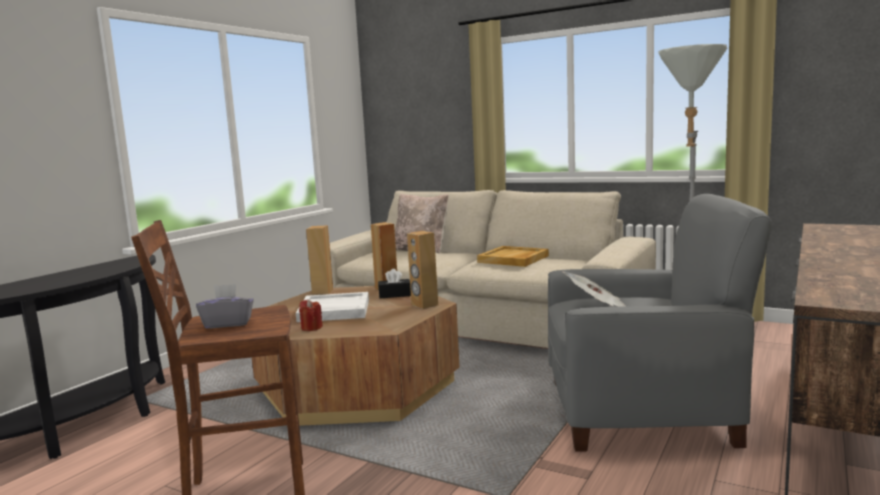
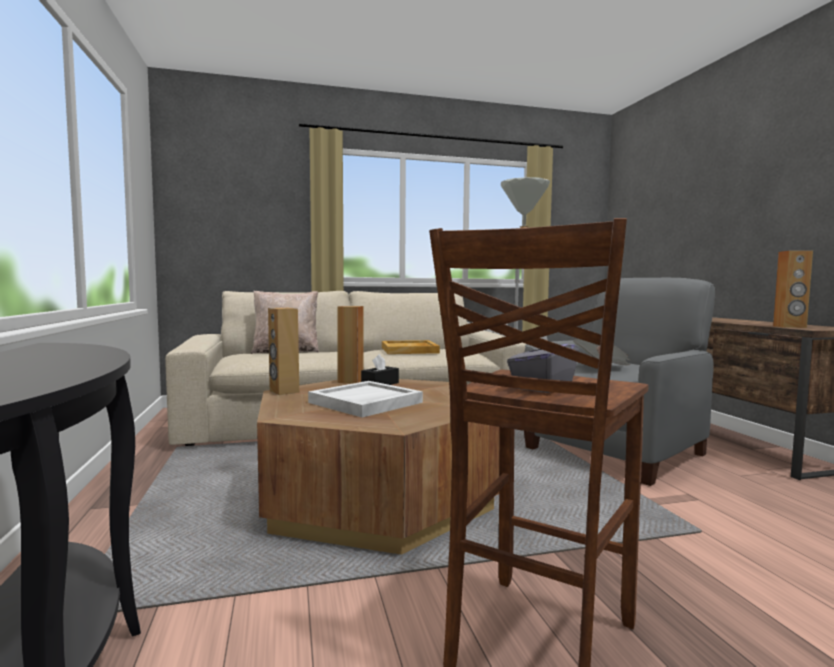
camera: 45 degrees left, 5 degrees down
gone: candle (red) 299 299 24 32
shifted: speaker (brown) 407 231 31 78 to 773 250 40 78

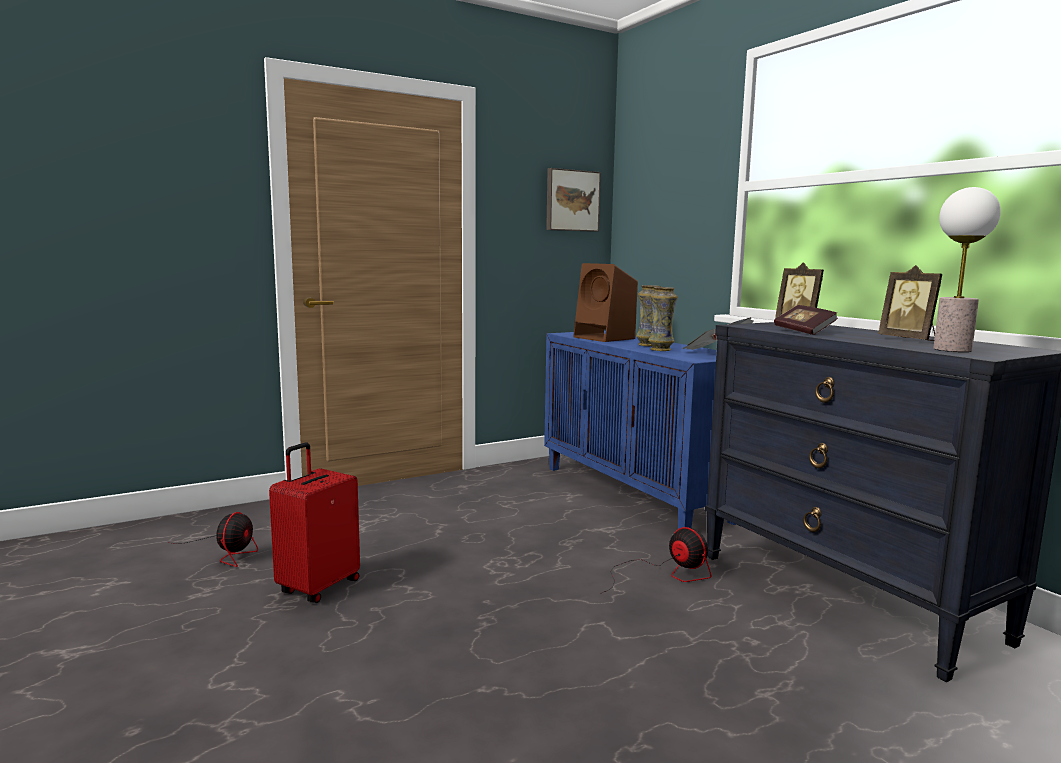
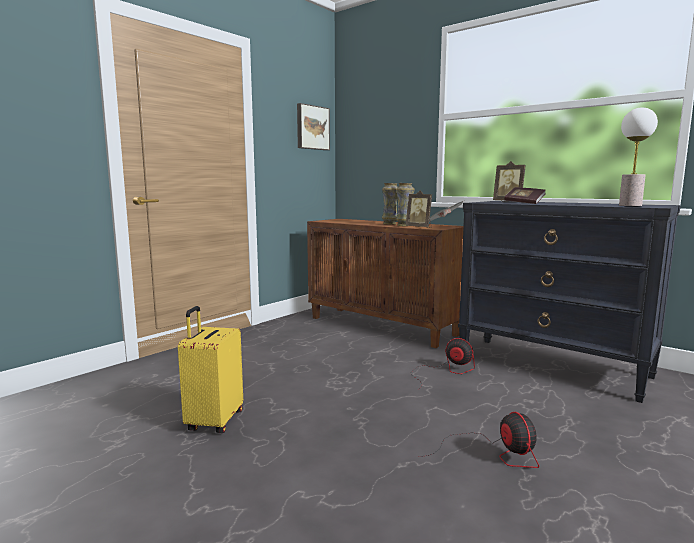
camera: 20 degrees left, 0 degrees up
gone: speaker (brown) 573 263 65 79
shifted: picture frame 878 265 64 76 to 406 191 26 37; fan 167 512 91 55 to 418 412 121 56
repainted: suitcase (red) 269 443 91 160 to suitcase (yellow) 178 306 65 127; cabinet (blue) 544 331 192 198 to cabinet (brown) 307 219 156 129

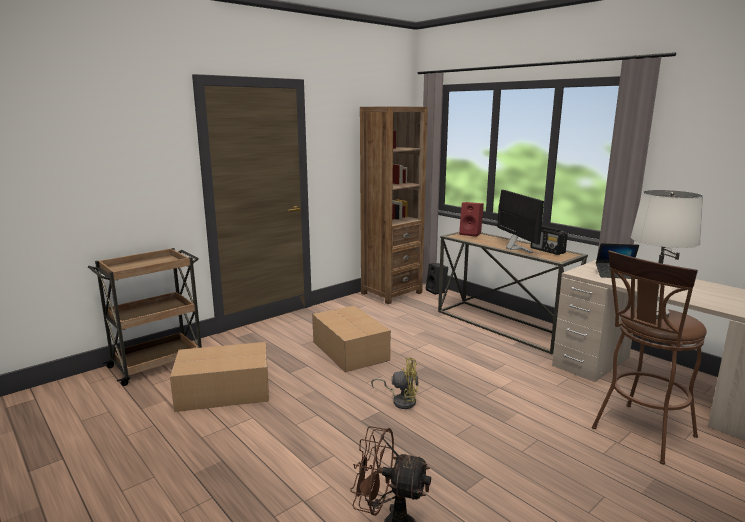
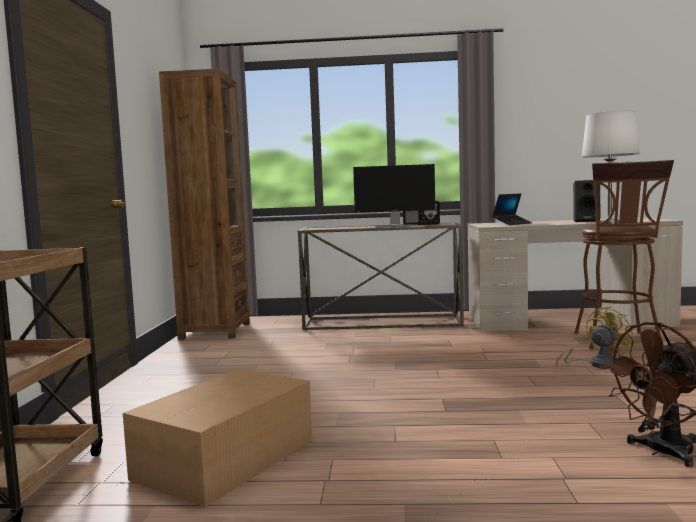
camera: 45 degrees left, 10 degrees down
gone: cardboard box 312 306 79 67; speaker (red) 459 202 25 35
shifted: fan (yellow) 371 357 48 52 to 556 306 79 63; speaker (black) 426 263 22 32 to 573 180 28 42
rotated: monitor 497 190 47 63 = 353 164 82 63 150 degrees clockwise

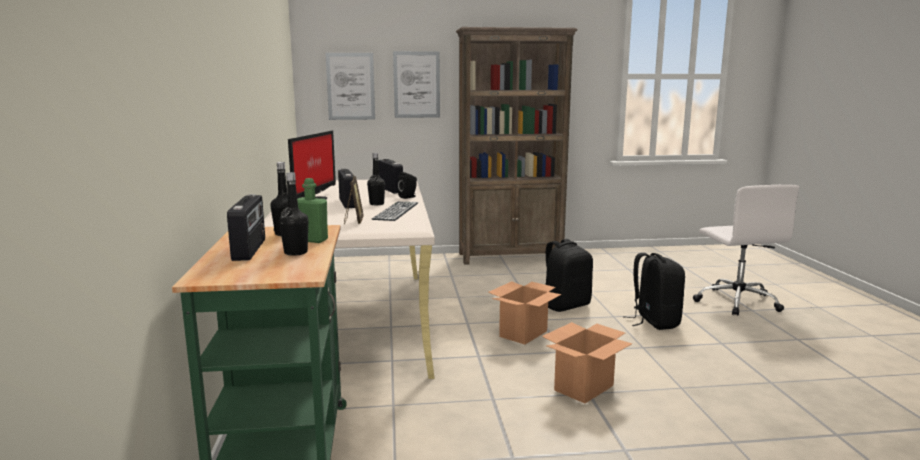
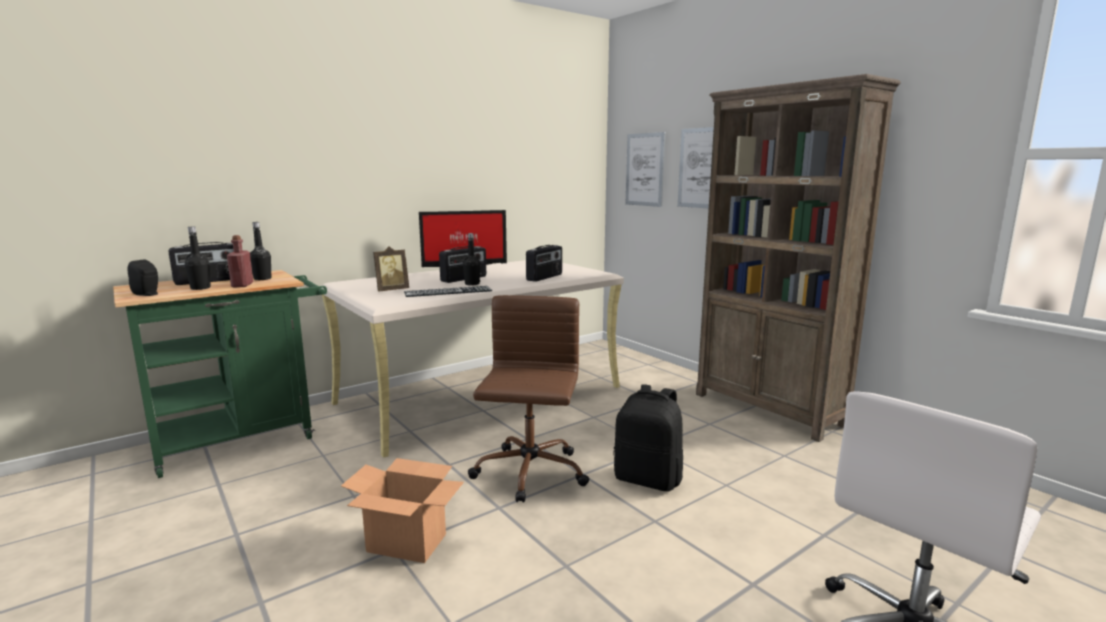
camera: 60 degrees right, 0 degrees up
gone: backpack (black) 623 253 62 77
shifted: speaker (black) 398 172 19 27 to 128 259 30 37
swapped: cardboard box 488 281 74 64 to office chair (brown) 468 295 121 208
repainted: bottle (green) 297 178 31 65 to bottle (red) 227 235 26 52

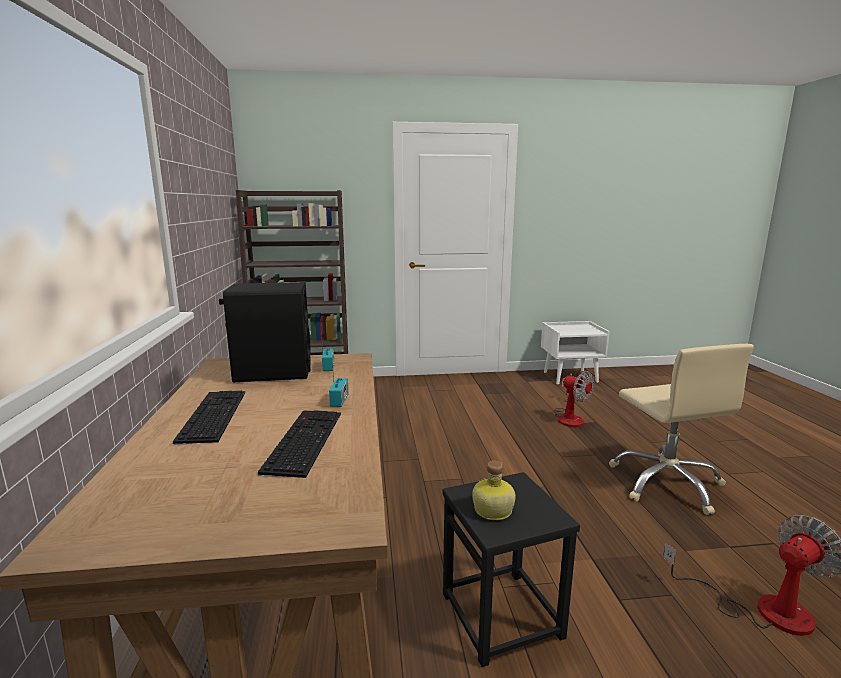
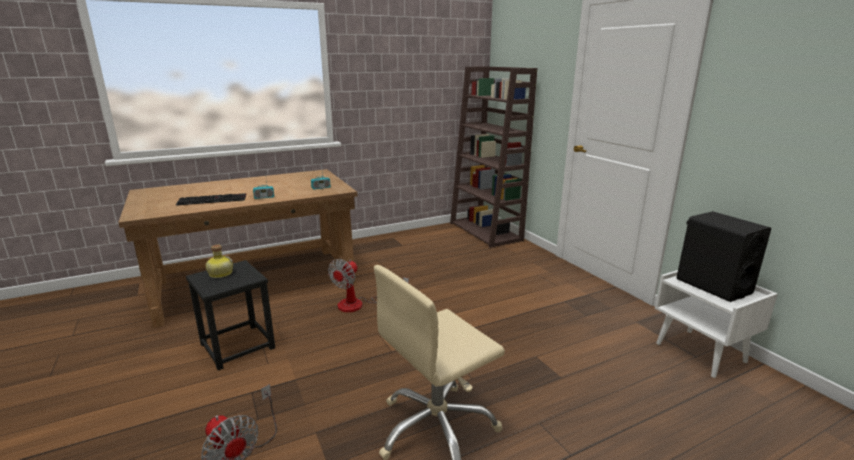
camera: 70 degrees right, 5 degrees up
gone: keyboard 173 391 72 54
shifted: fan 555 371 39 56 to 328 259 81 53; speaker (black) 219 282 92 100 to 676 211 95 91

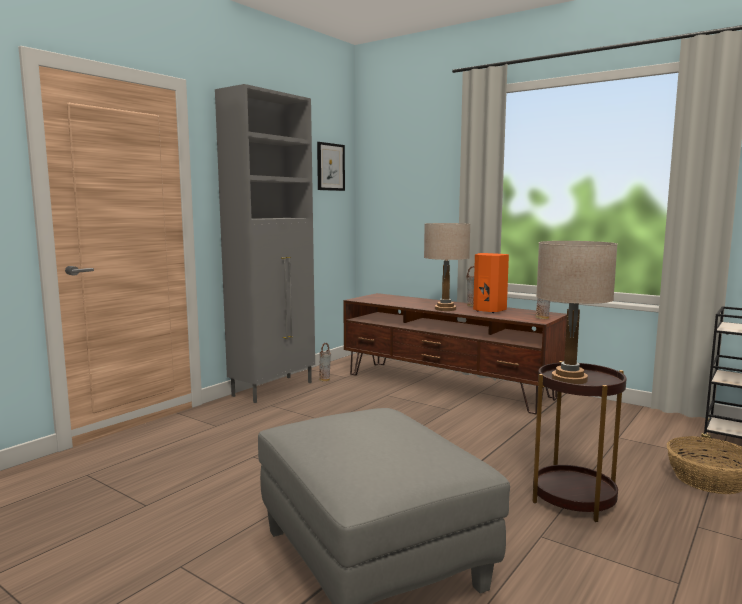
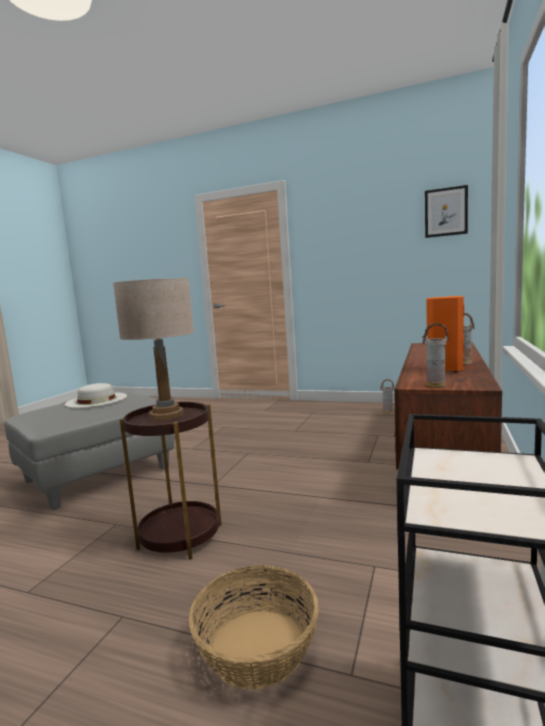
camera: 75 degrees right, 0 degrees up
gone: cabinet (grey) 215 84 100 319; table lamp (beige) 424 223 46 88
new: hat (white) 65 383 62 25

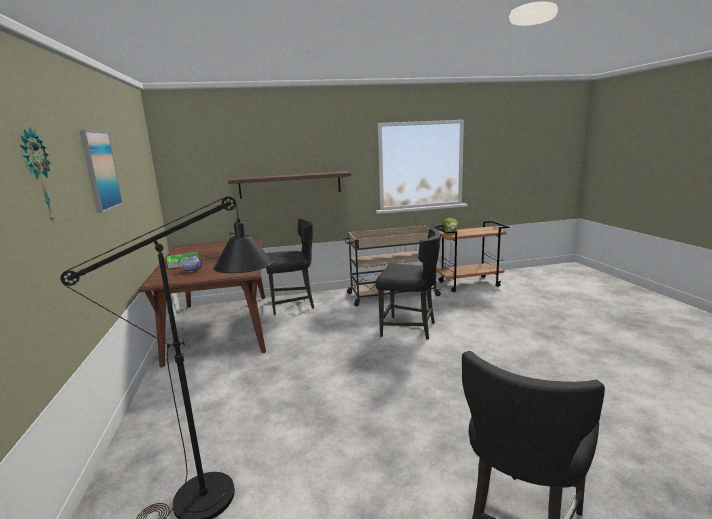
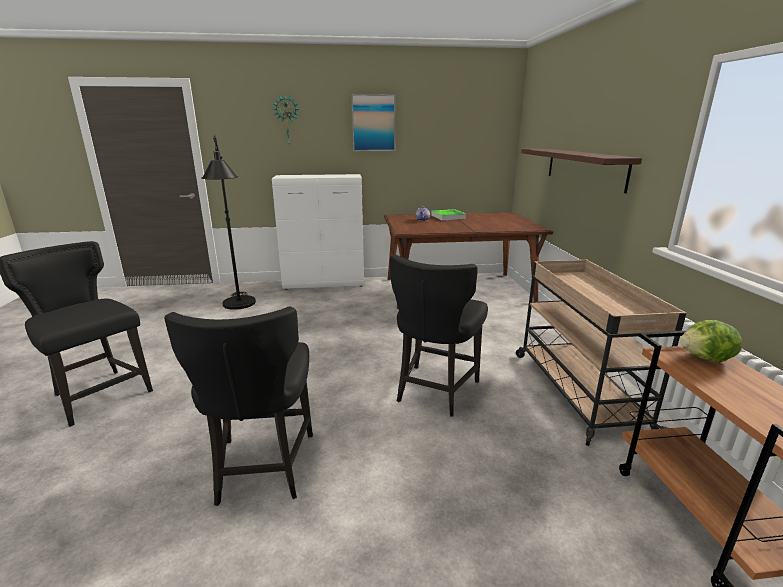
camera: 95 degrees right, 5 degrees up
new: cabinet (white) 272 174 92 116
shifted: chair (black) 266 219 48 96 to 164 306 149 200

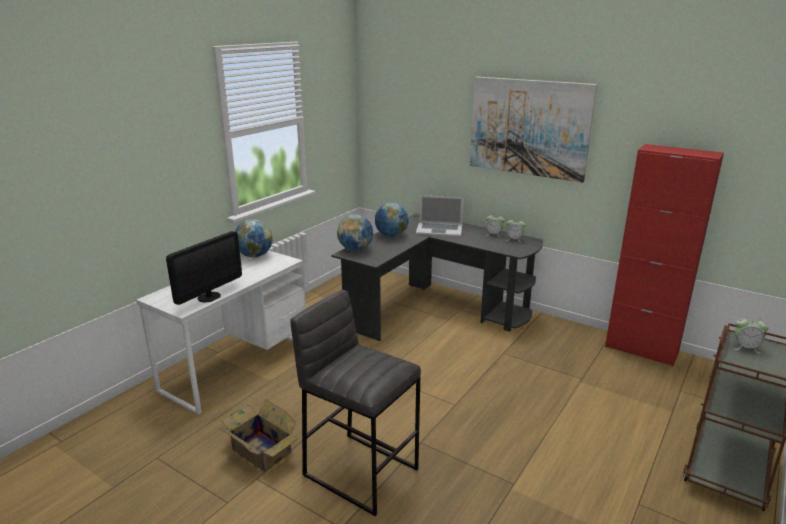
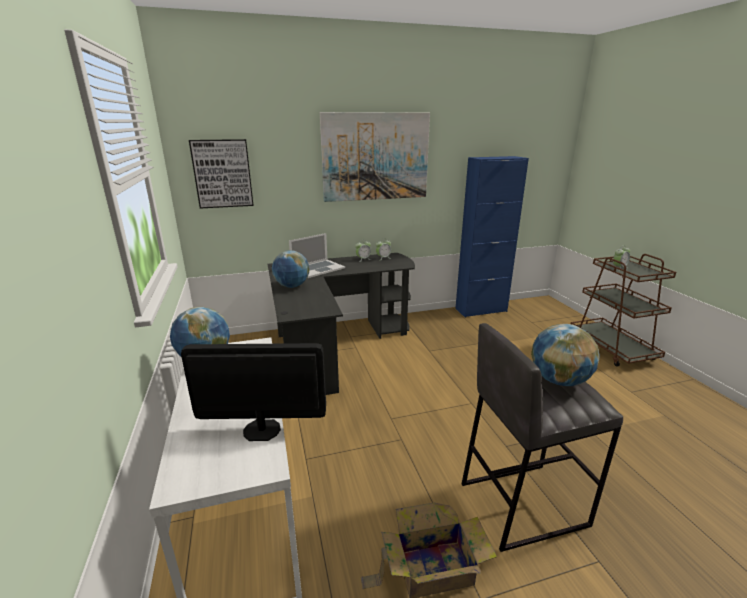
camera: 50 degrees left, 0 degrees up
new: picture 189 139 65 70
shifted: globe 337 214 36 37 to 531 324 69 62
repainted: cabinet (red) 605 144 119 223 to cabinet (blue) 455 156 74 161
rotated: monitor 166 231 76 74 = 181 343 145 98 75 degrees counterclockwise

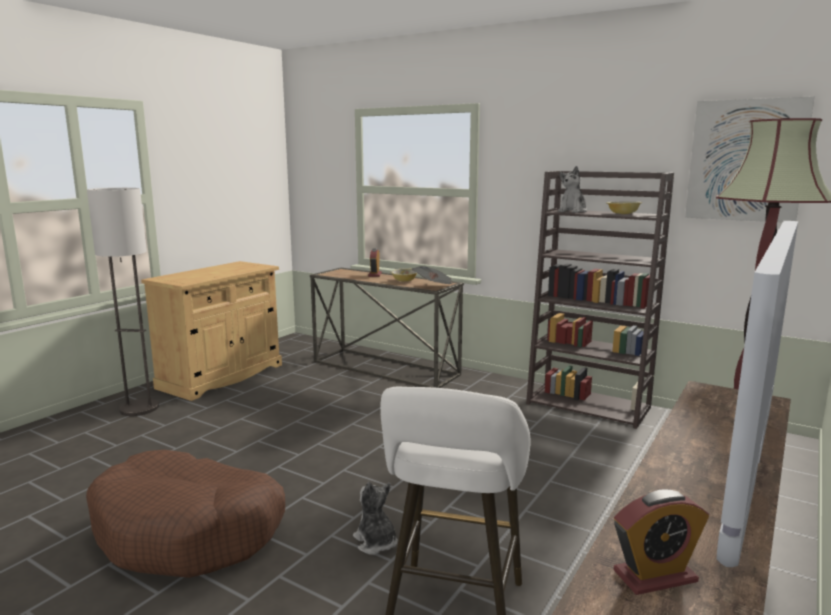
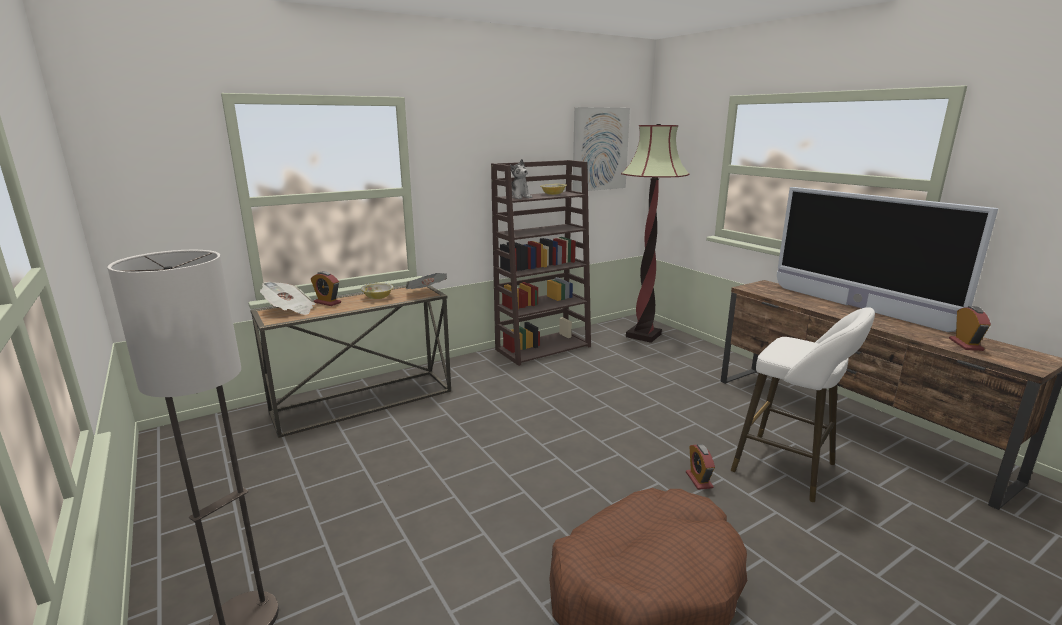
camera: 65 degrees left, 5 degrees up
gone: cabinet (beige) 141 261 141 140
new: newspaper 260 282 55 33
swapped: plush toy 353 482 45 73 to alarm clock 686 444 29 46

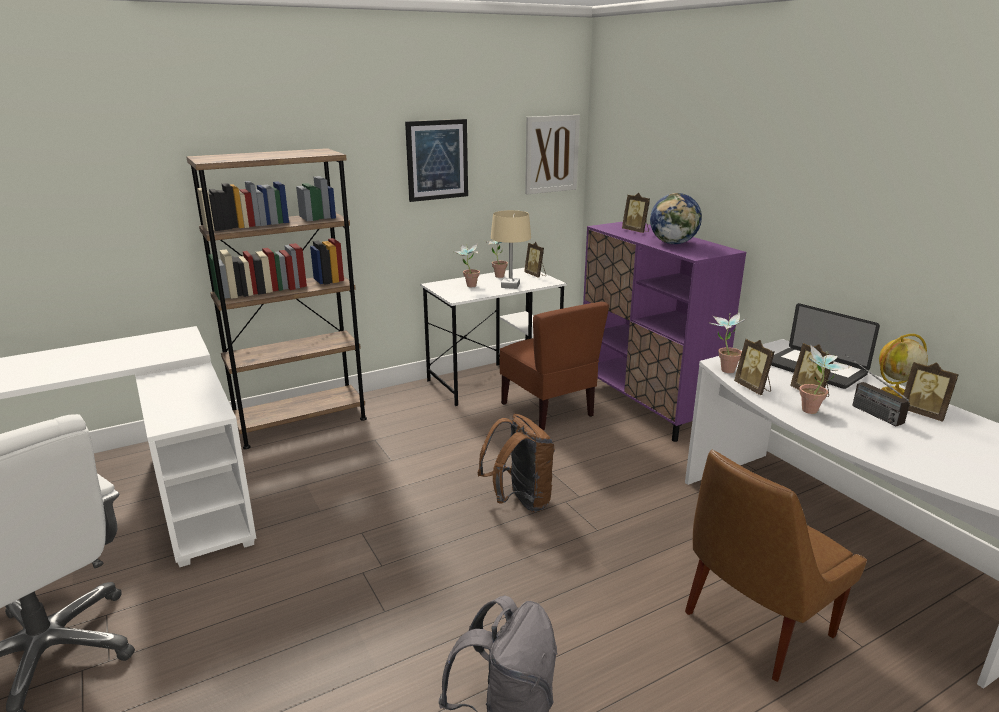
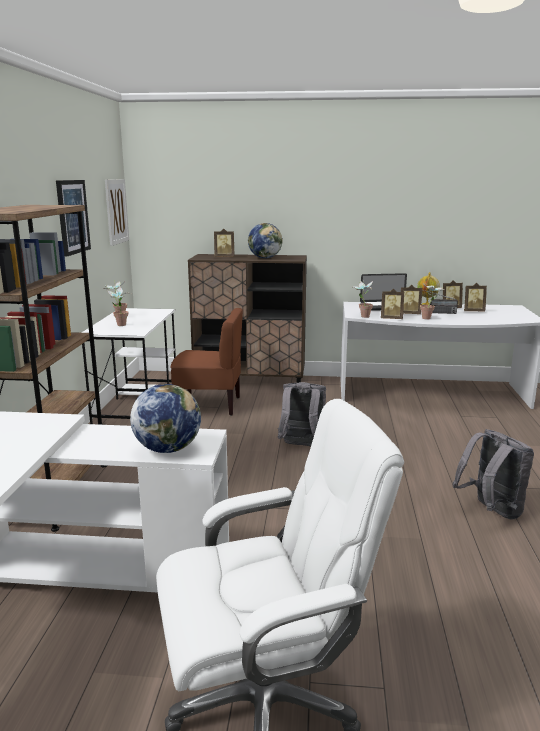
camera: 55 degrees left, 5 degrees down
gone: table lamp (beige) 491 210 40 79; chair (brown) 685 450 182 232
new: globe 130 384 71 69
shifted: picture frame 524 242 22 36 to 464 283 23 28
repainted: cabinet (purple) 583 222 163 220 to cabinet (brown) 188 254 119 129; backpack (brown) 477 414 78 98 to backpack (grey) 278 382 48 64

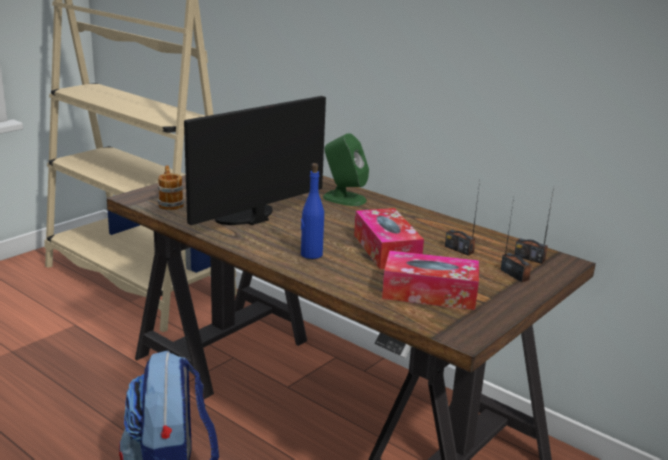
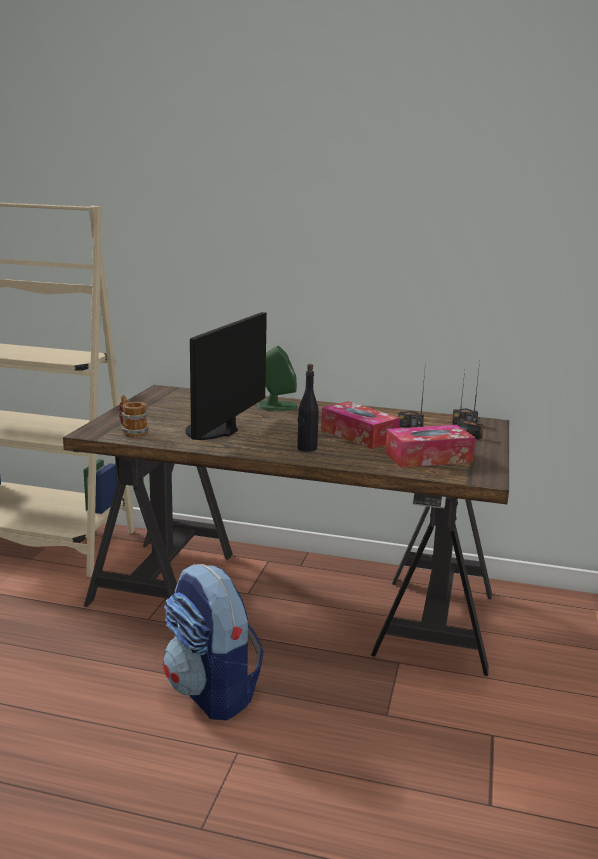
camera: 25 degrees left, 5 degrees down
repainted: bottle (blue) 301 163 23 96 to bottle (black) 297 364 22 88

